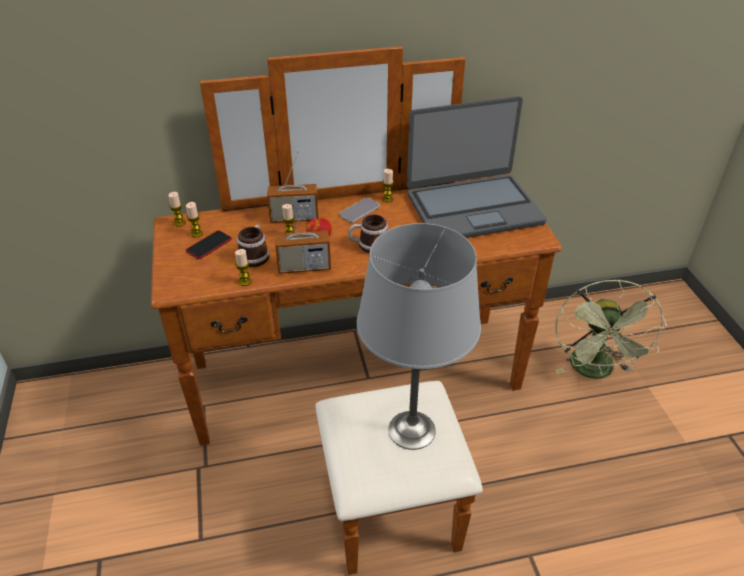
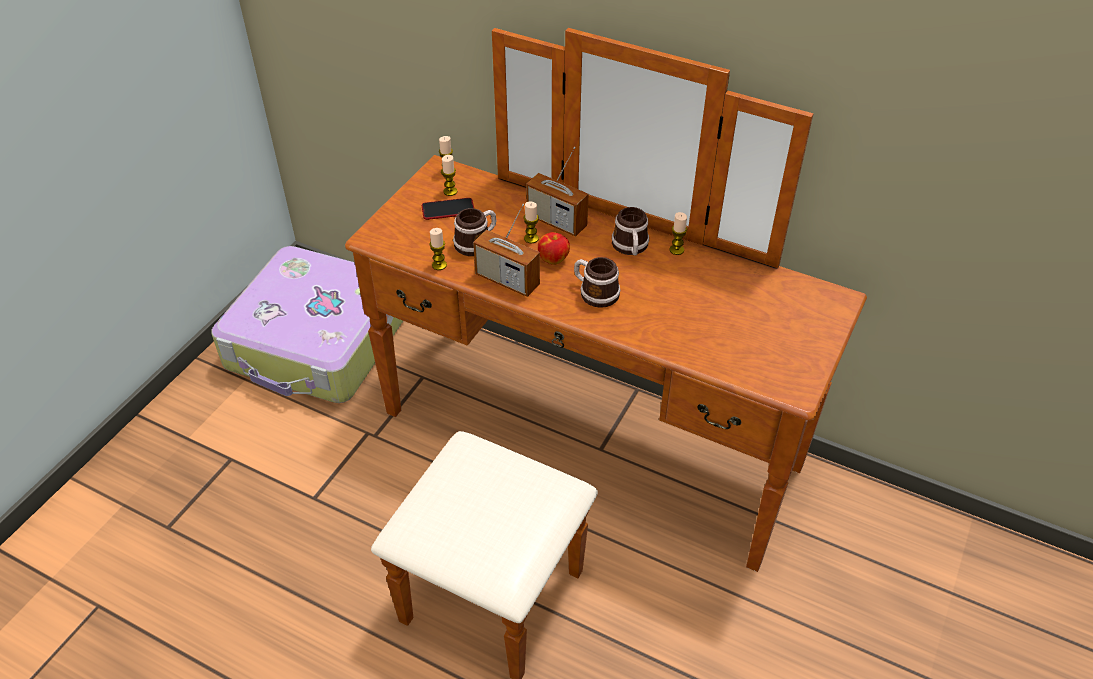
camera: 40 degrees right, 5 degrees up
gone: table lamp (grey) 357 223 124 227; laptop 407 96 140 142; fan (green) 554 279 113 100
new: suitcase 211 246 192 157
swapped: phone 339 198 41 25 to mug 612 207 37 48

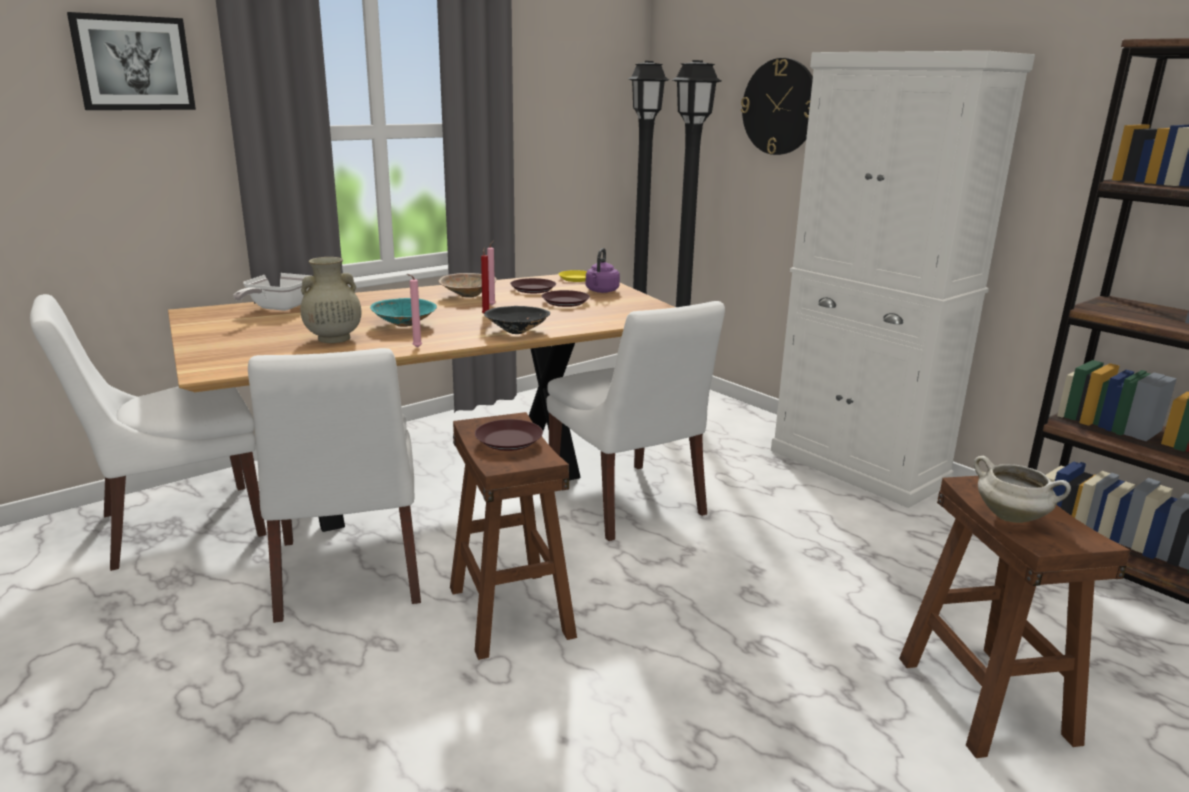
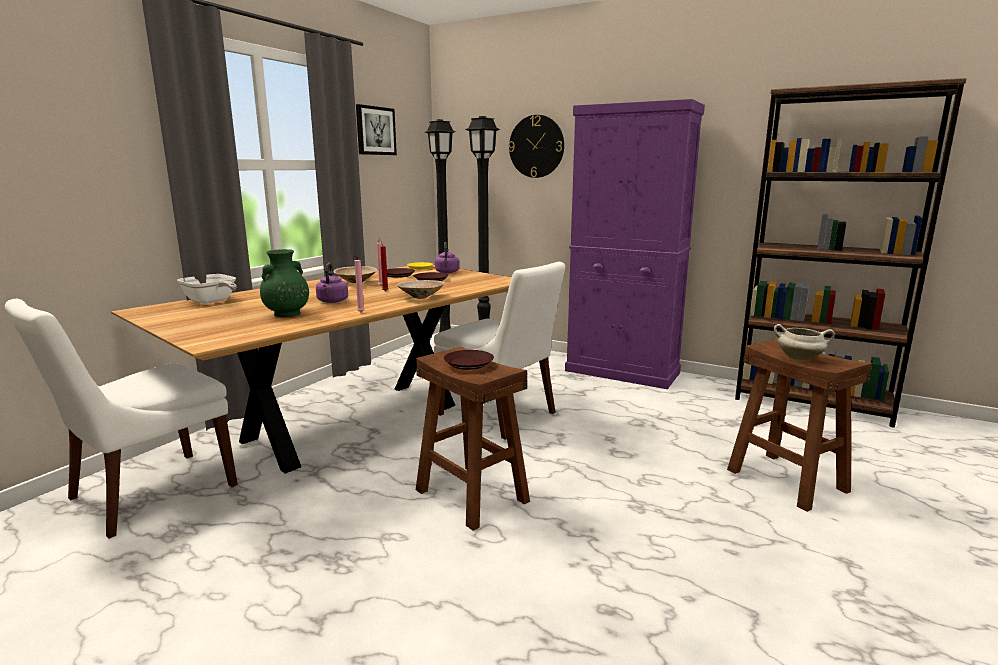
camera: 20 degrees left, 5 degrees down
gone: chair (white) 248 348 173 275
shifted: picture 67 12 129 98 to 356 104 41 51
swapped: bowl (turquoise) 370 298 67 29 to kettle (purple) 316 263 32 40
repainted: vase (beige) 300 257 62 86 to vase (green) 260 249 49 68; bowl (black) 484 306 66 28 to bowl (beige) 396 280 49 19; cabinet (white) 771 51 264 457 to cabinet (purple) 565 99 140 290
rotated: frying pan 233 273 78 38 = 177 274 60 30 45 degrees counterclockwise

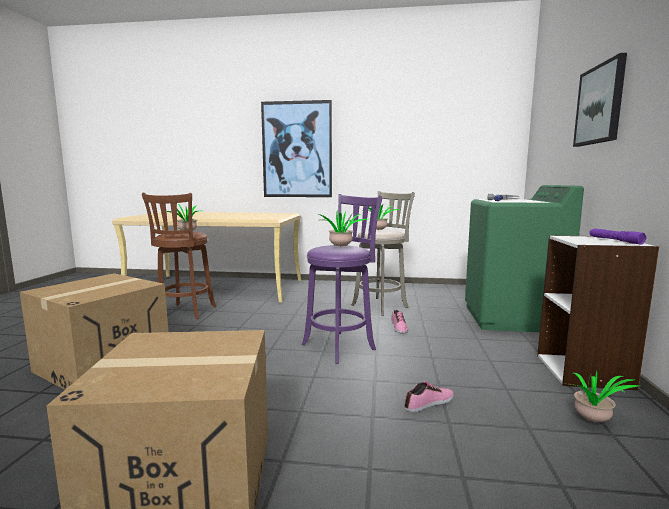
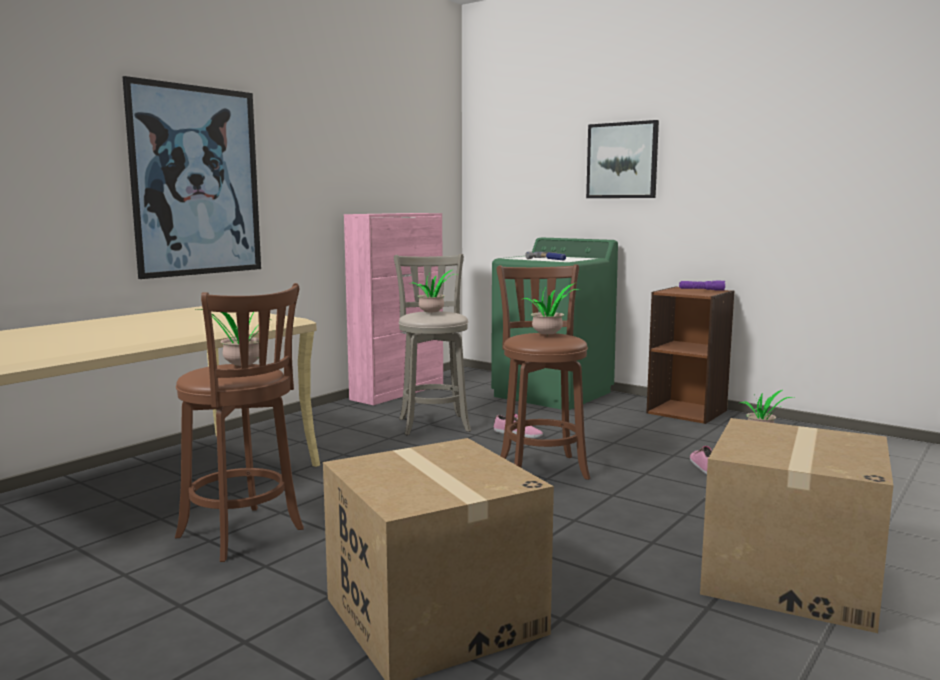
camera: 60 degrees left, 0 degrees up
new: cabinet (pink) 344 213 99 192
repainted: stool (purple) 302 194 80 170 to stool (brown) 497 264 93 216; bookcase (white) 537 235 122 155 to bookcase (brown) 646 287 88 137

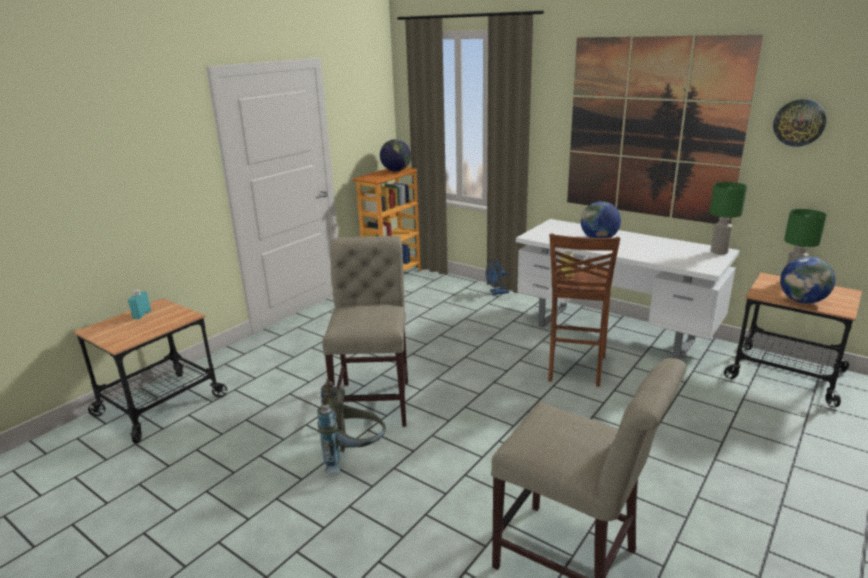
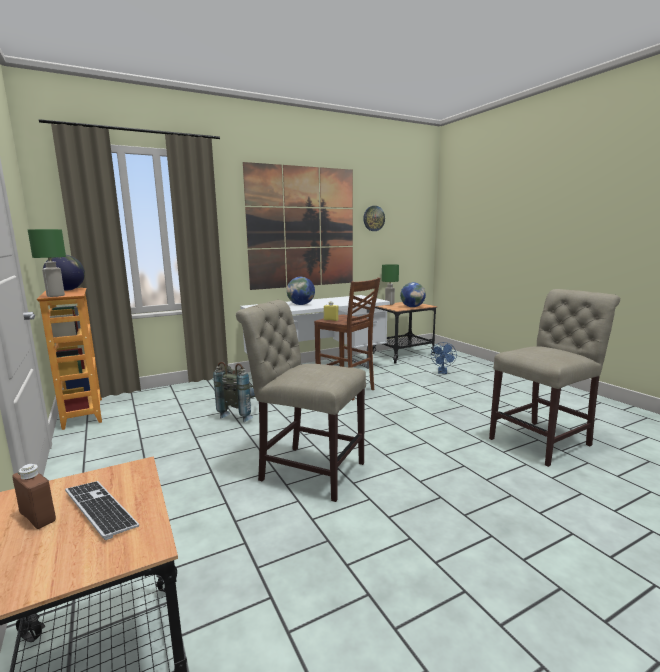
camera: 65 degrees left, 10 degrees down
new: keyboard 65 481 74 59
shifted: table lamp (green) 709 182 38 73 to 28 229 38 68; backpack (grey) 317 378 69 95 to 213 361 42 61; fan (blue) 486 258 23 37 to 431 342 26 32
repainted: bottle (turquoise) 128 289 23 30 to bottle (brown) 12 464 44 65

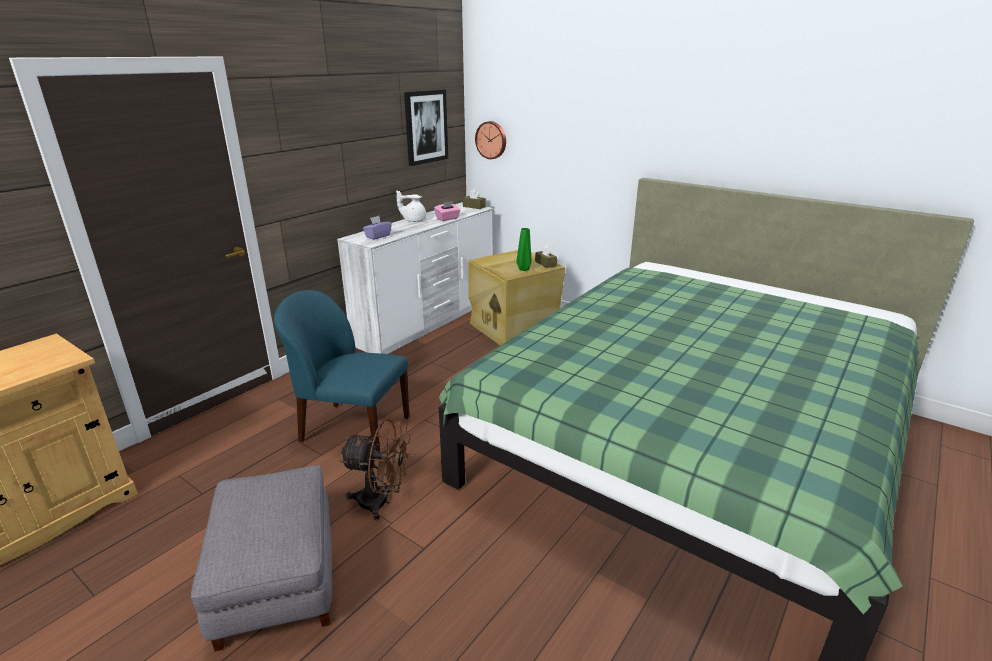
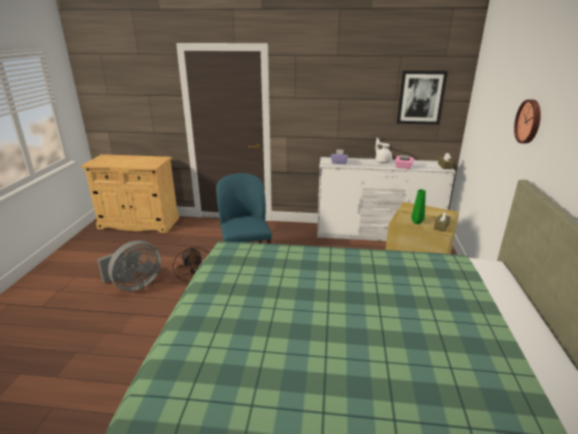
camera: 60 degrees right, 0 degrees up
shifted: wall clock 475 121 31 38 to 514 100 27 44
swapped: ottoman (grey) 191 465 141 186 to fan (grey) 97 240 64 51

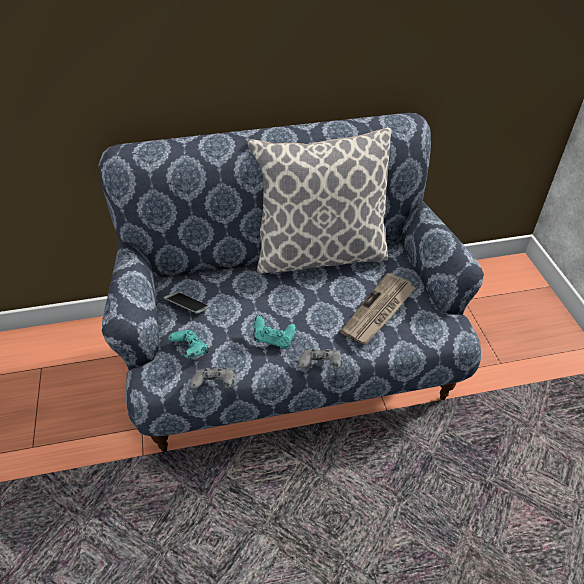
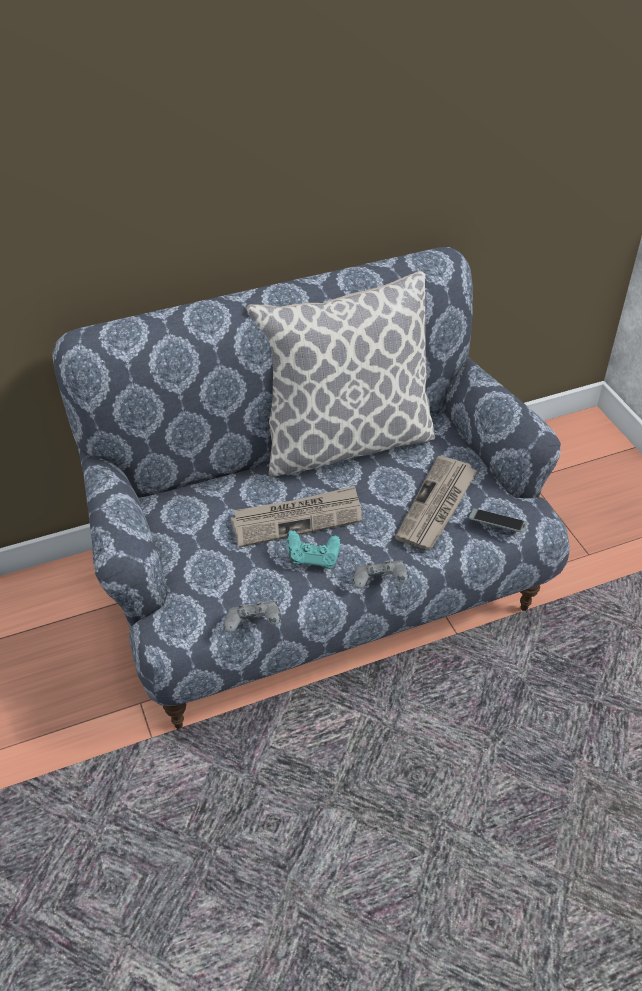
camera: 10 degrees left, 0 degrees up
gone: game controller (turquoise) 168 330 41 28
new: newspaper 231 486 131 62
shifted: phone 164 292 46 22 to 469 508 59 25

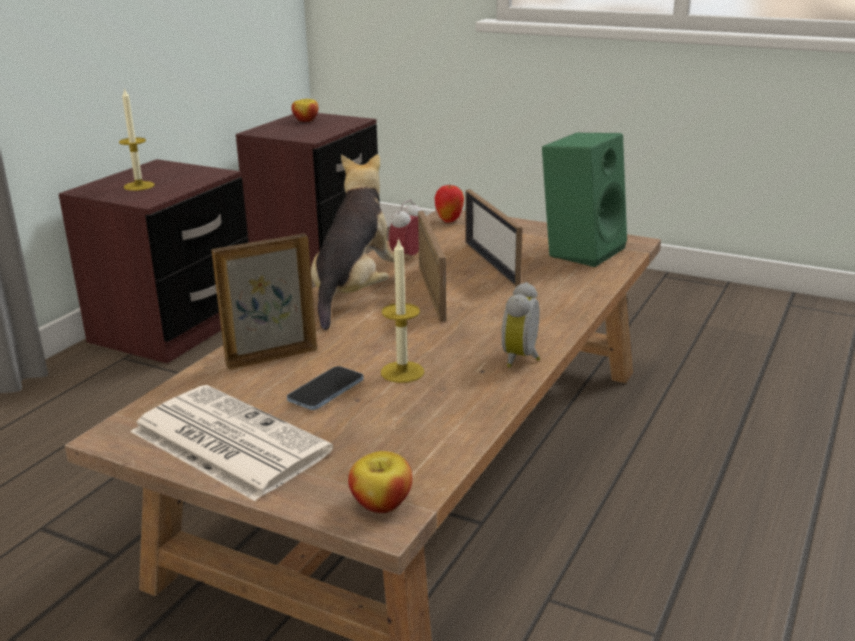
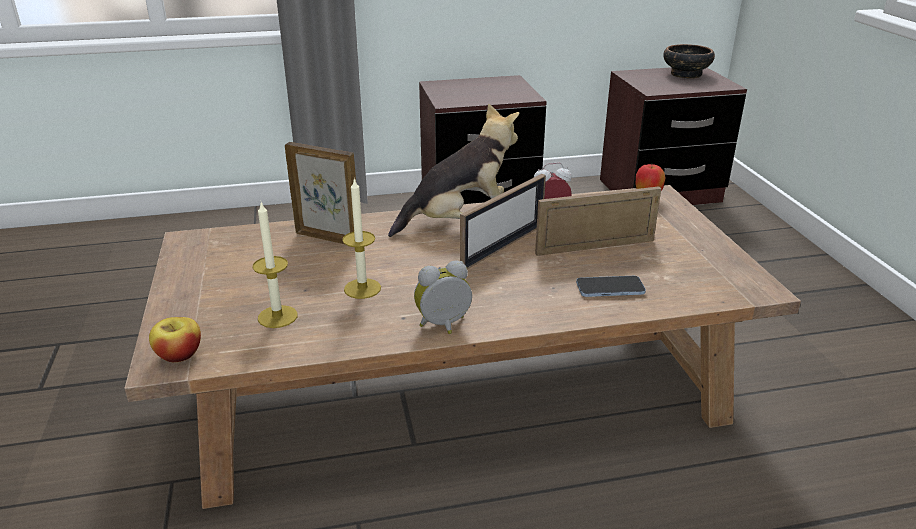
camera: 50 degrees right, 5 degrees up
gone: newspaper 130 385 203 116; speaker (green) 542 133 85 134
shifted: candle 119 87 36 104 to 253 202 45 126; phone 287 366 77 44 to 576 276 70 21
swapped: apple 292 99 26 23 to bowl 663 44 52 35
rotated: picture frame 465 189 58 98 = 535 186 126 70 45 degrees clockwise

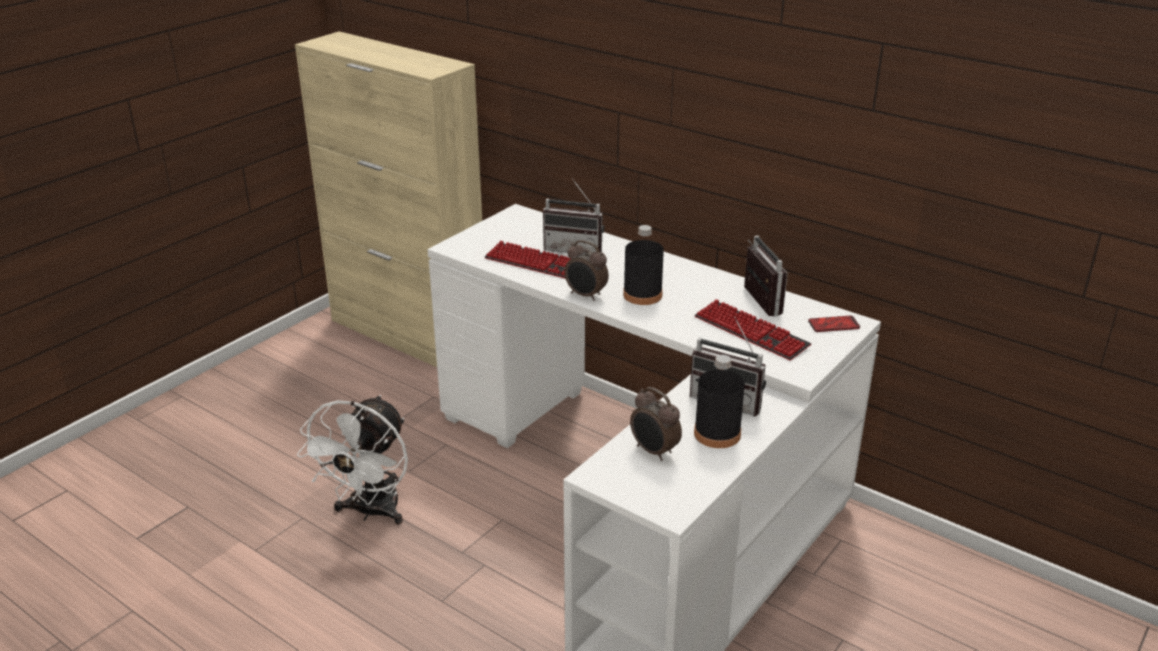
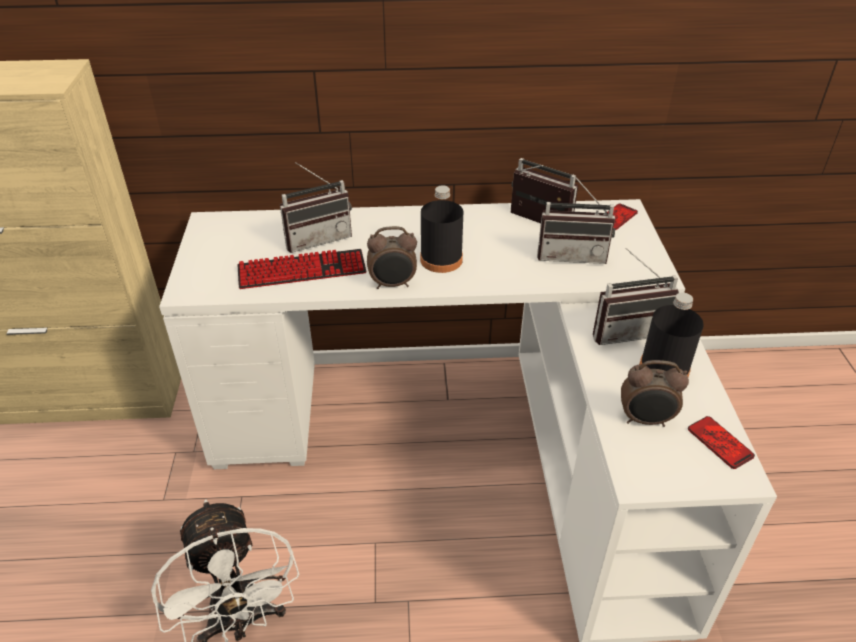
camera: 40 degrees left, 10 degrees up
new: phone 688 416 67 53
swapped: keyboard 694 299 117 61 to radio 537 174 78 90

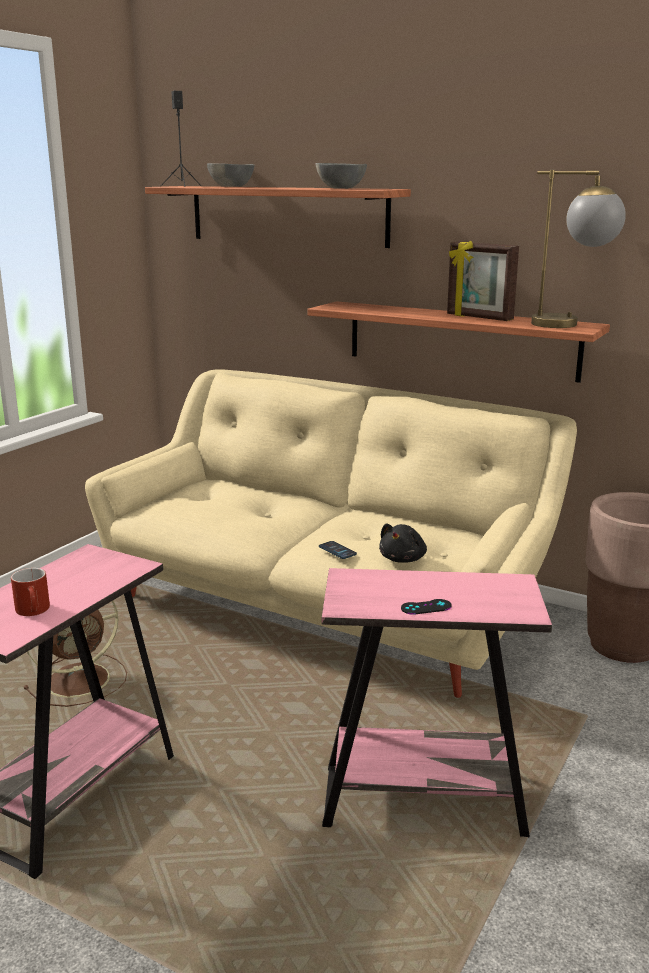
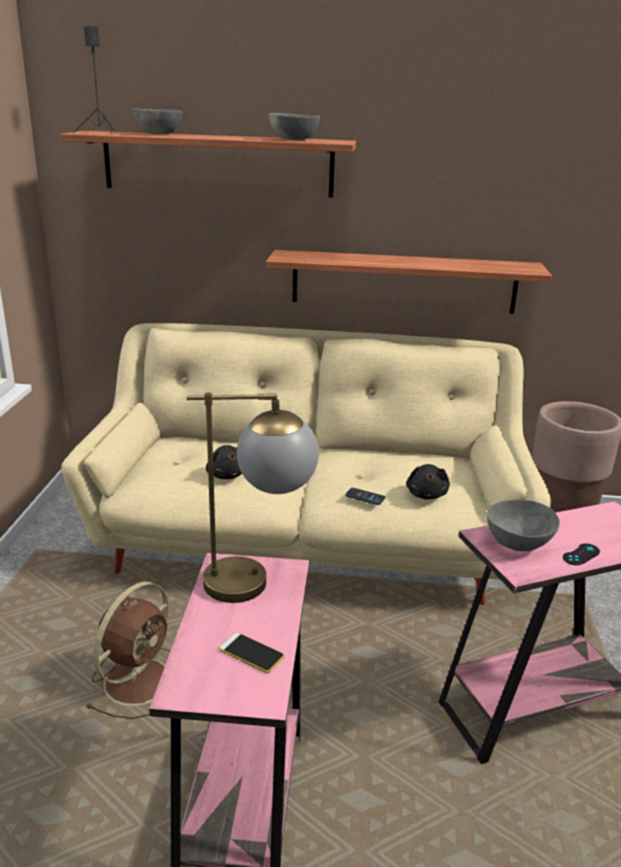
camera: 25 degrees left, 5 degrees up
gone: picture frame 447 241 72 80
new: plush toy (black) 206 445 36 34; bowl (grey) 486 499 74 52
shifted: table lamp 531 170 95 158 to 186 393 133 210
swapped: mug (red) 11 568 39 48 to phone 219 632 66 41

